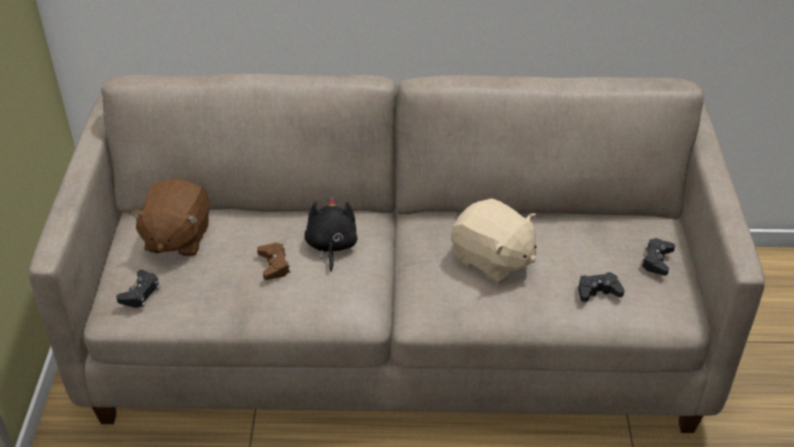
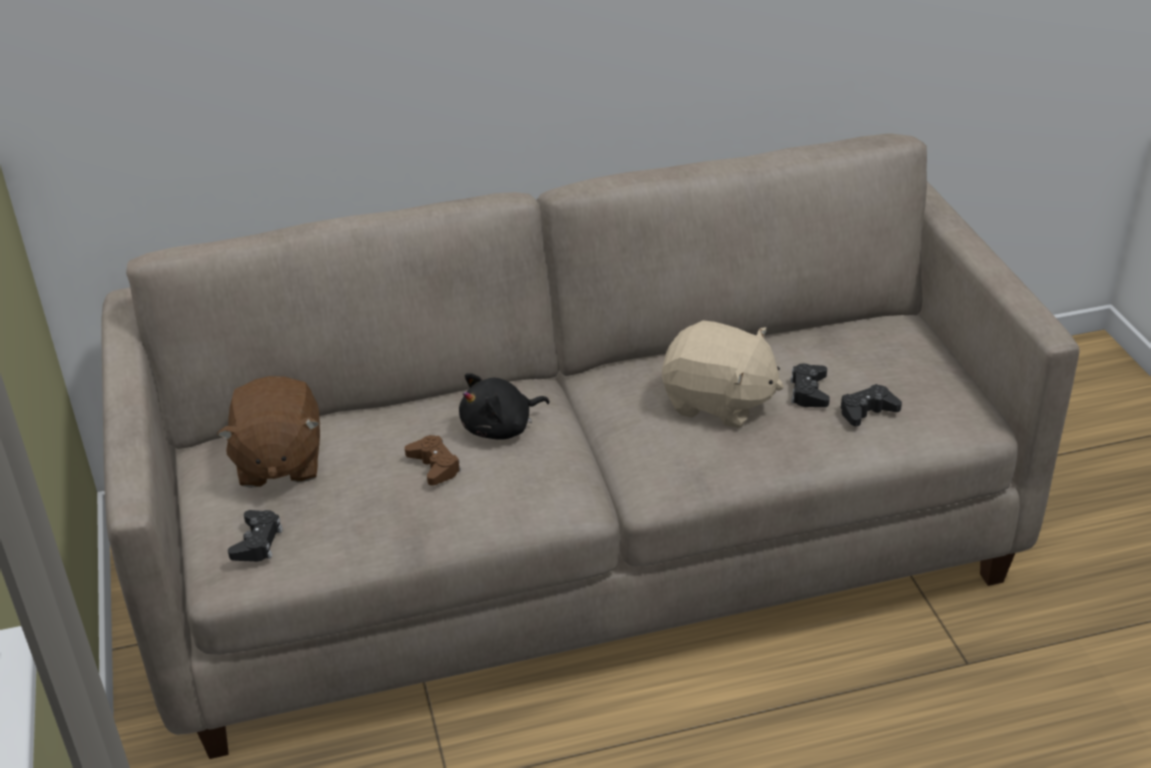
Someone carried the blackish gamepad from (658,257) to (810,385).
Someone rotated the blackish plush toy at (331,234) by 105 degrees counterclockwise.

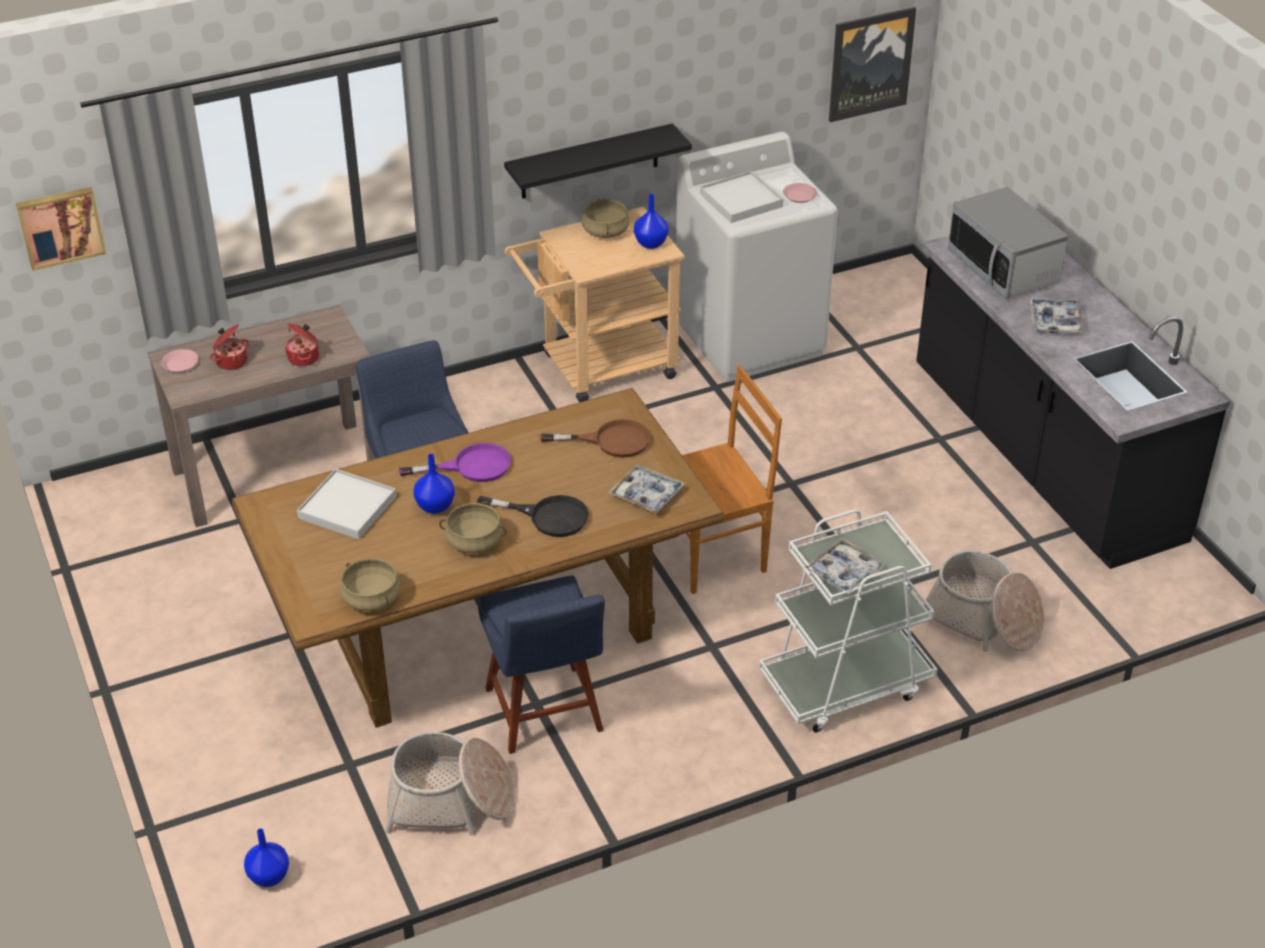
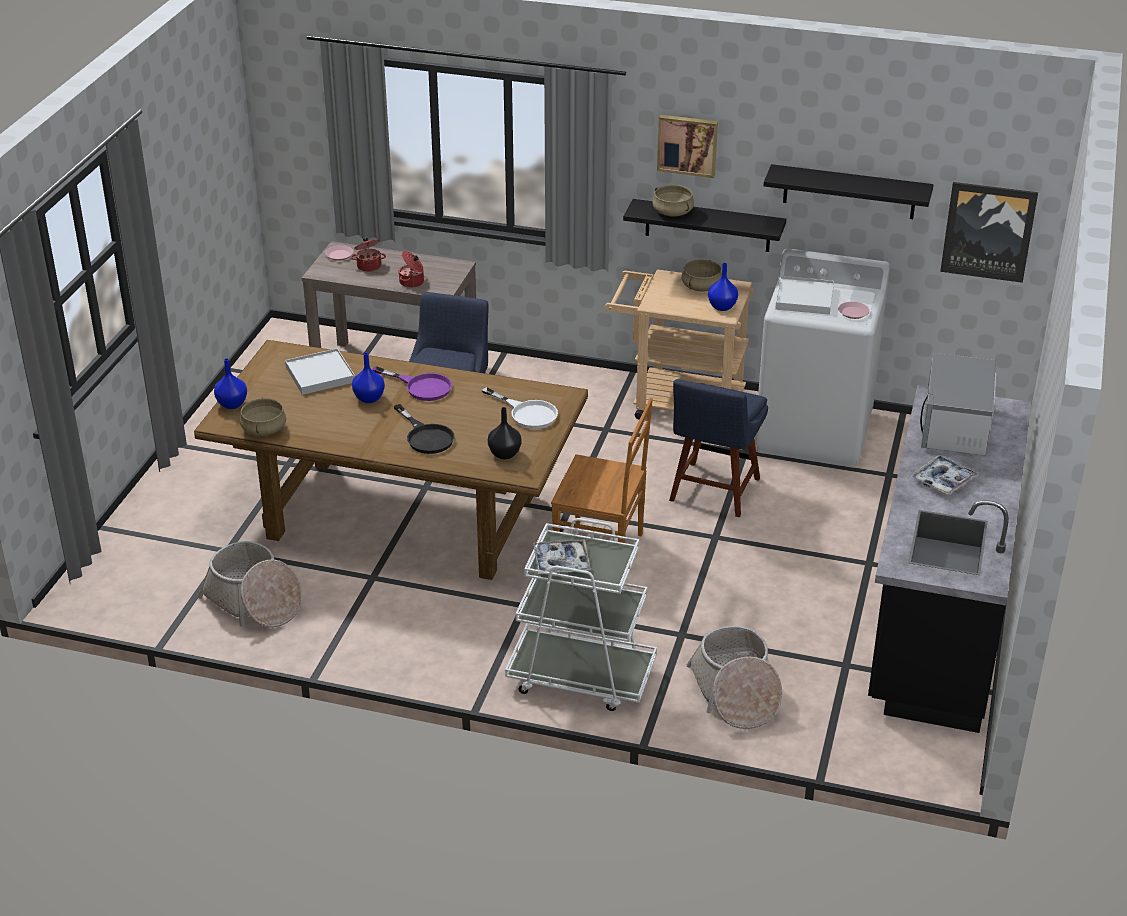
Someone put up the blackish wall shelf at (848,191).
Someone carried the picture from (61,229) to (687,146).
Someone carried the blue vase from (266,858) to (230,383).
Someone carried the sand-coloured stockpot from (472,528) to (673,201).
Someone carried the blue plain chair from (541,665) to (718,448).
Someone swapped the carrying tray at (646,489) for the blackish vase at (505,433).
Someone repainted the brown-coloured pan at (595,438), which became the white-coloured pan at (520,408).

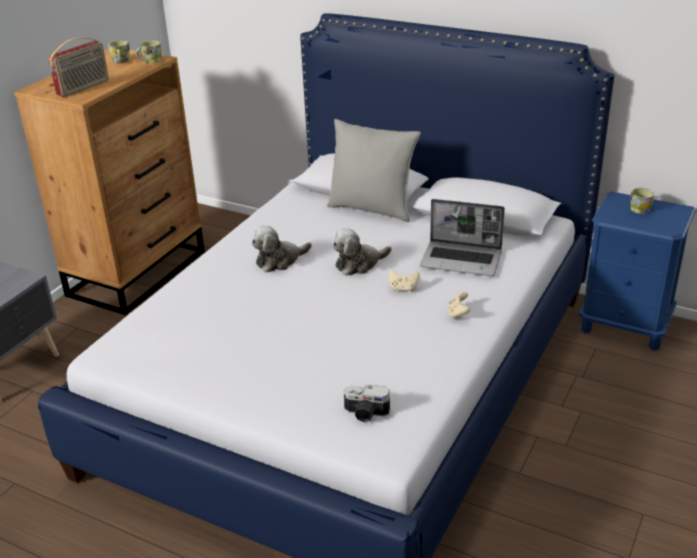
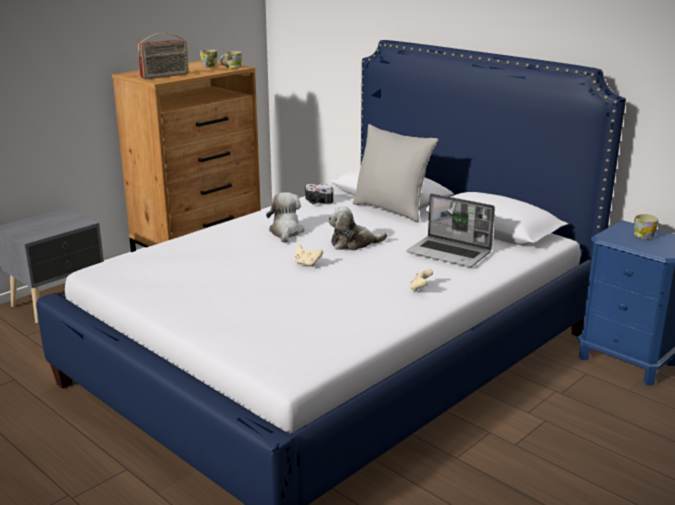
Someone carried the photo camera from (367,403) to (319,194).
Someone carried the sand-coloured gamepad from (404,281) to (308,256).
Someone rotated the plush toy at (282,249) by 105 degrees clockwise.

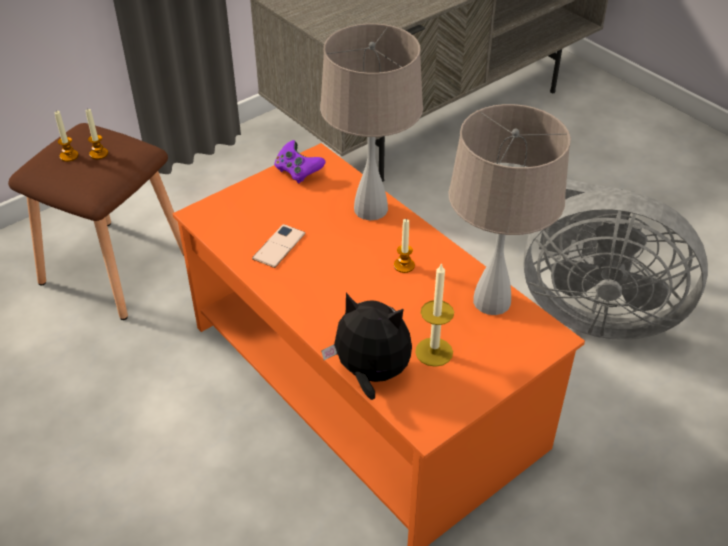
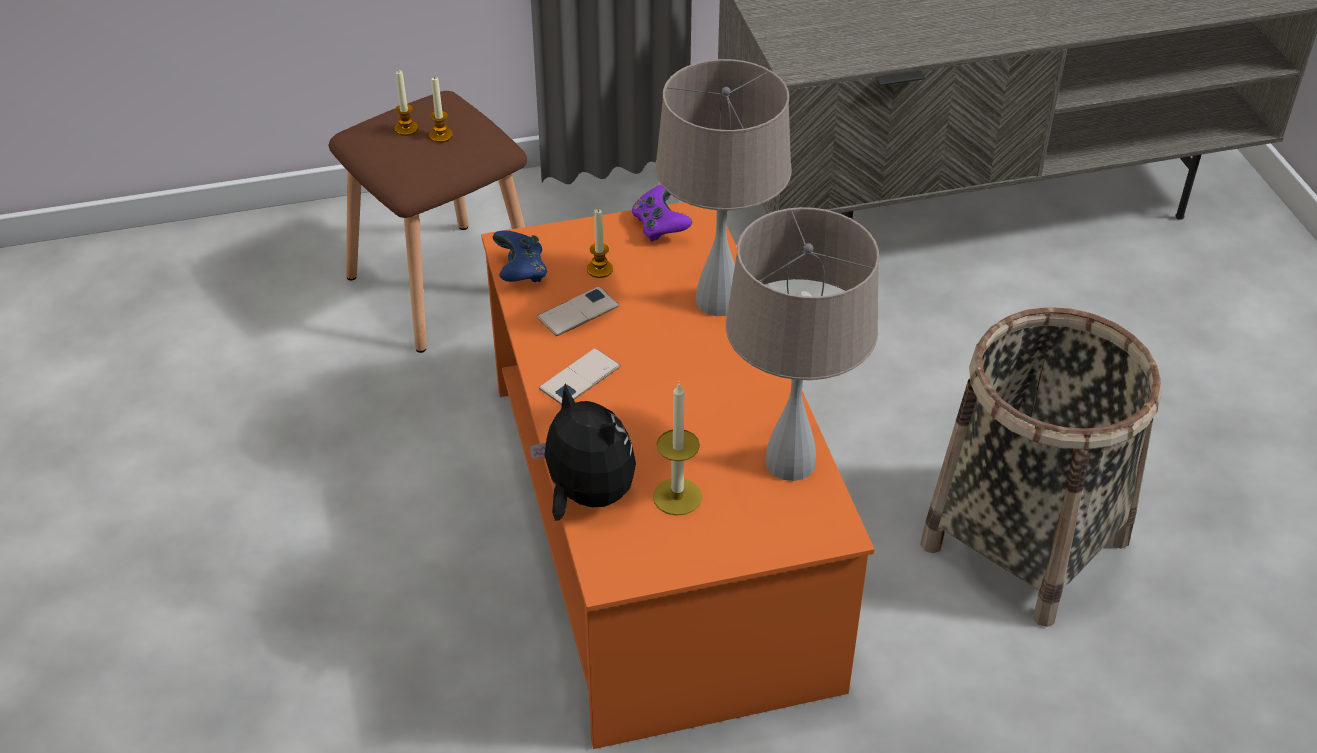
Someone put down the blue gamepad at (520,256).
Someone put down the handset at (580,376).
Someone carried the wax candle from (404,246) to (600,243).
Someone swapped the greyish fan at (615,259) for the storage basket at (1041,467).

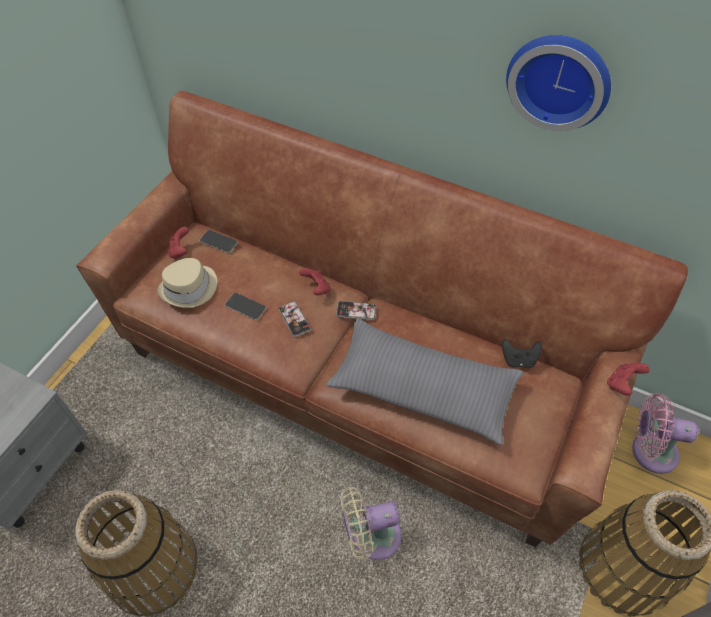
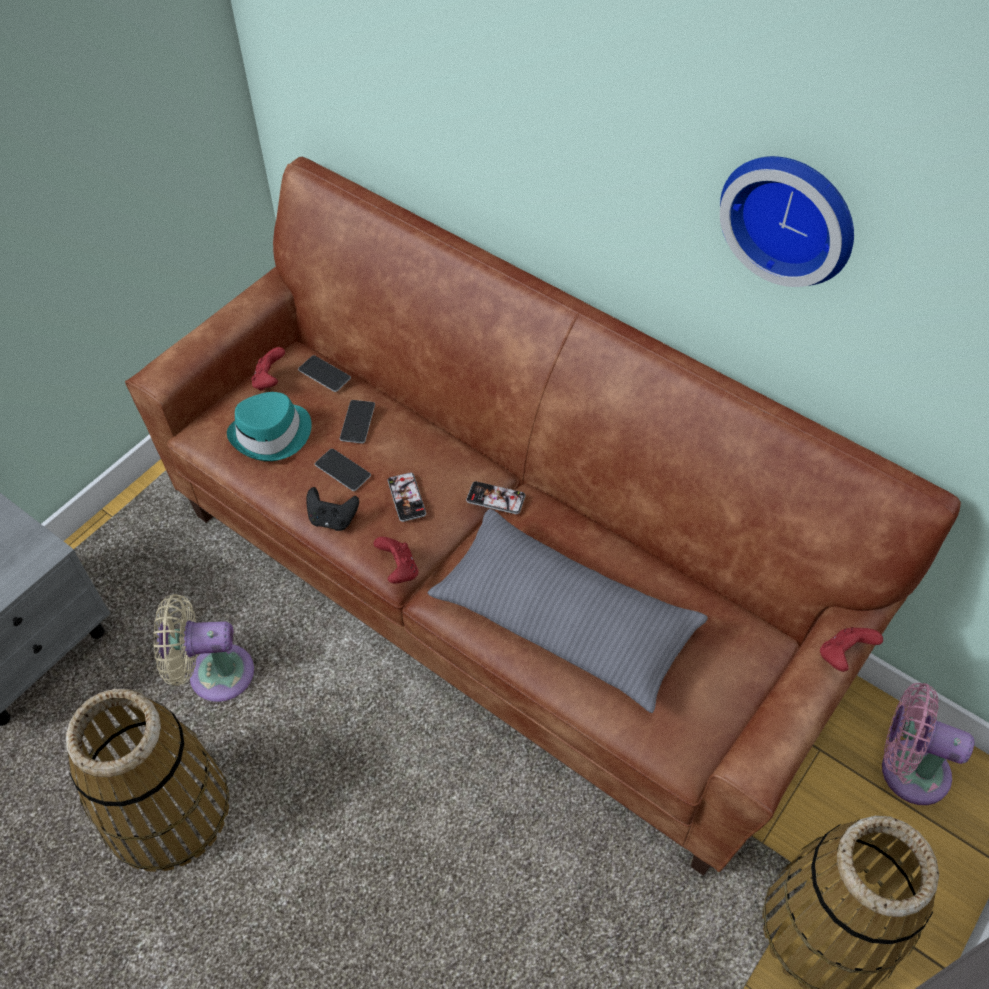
Someone put down the handset at (357,421).
Someone carried the reddish gamepad from (315,281) to (396,560).
Someone carried the sand-coloured fan from (371,523) to (203,648).
Someone carried the blackish gamepad from (522,353) to (332,509).
Someone repainted the sand-coloured clothing hat at (187,283), which became the turquoise clothing hat at (269,426).

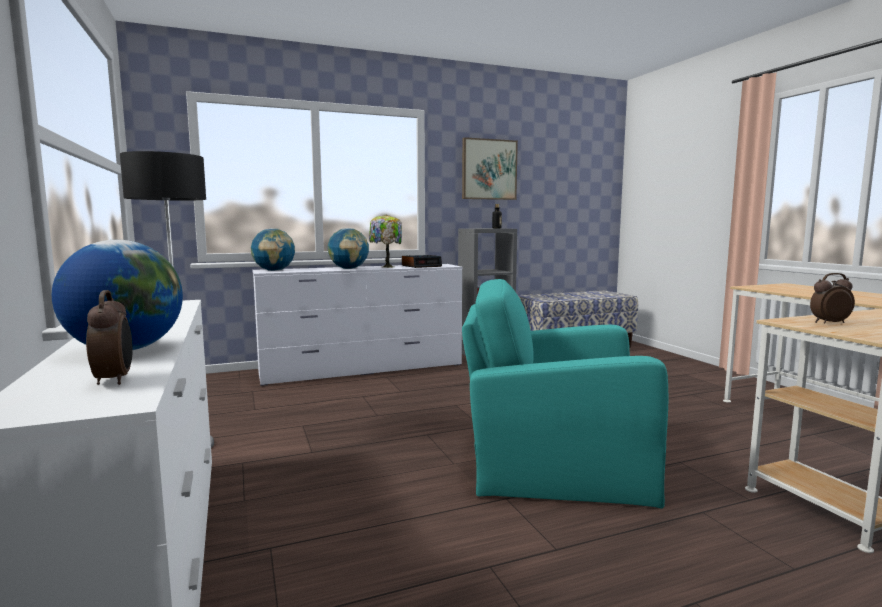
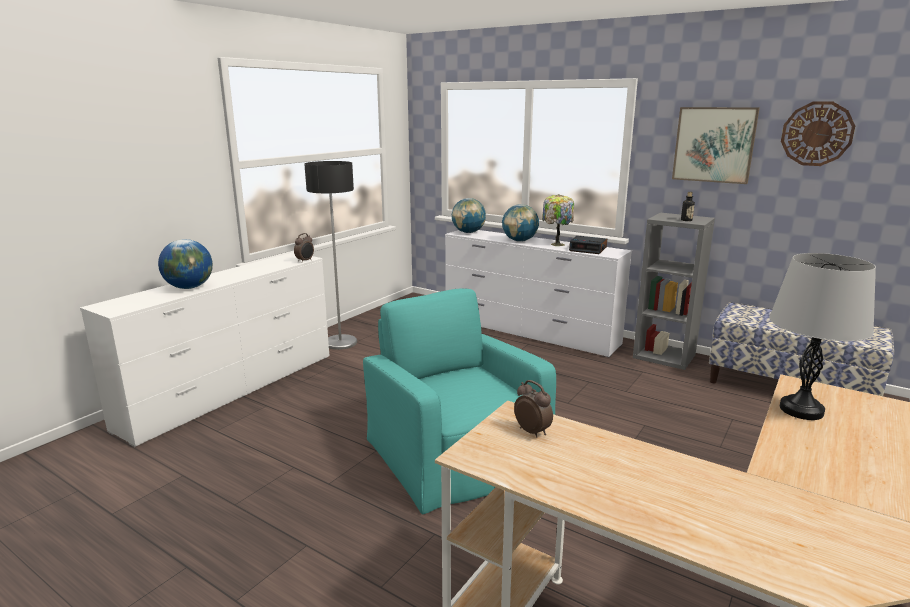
Someone put down the greyish lamp for a table at (822,336).
Someone put up the wall clock at (818,133).
Someone carried the table clock from (109,337) to (304,247).

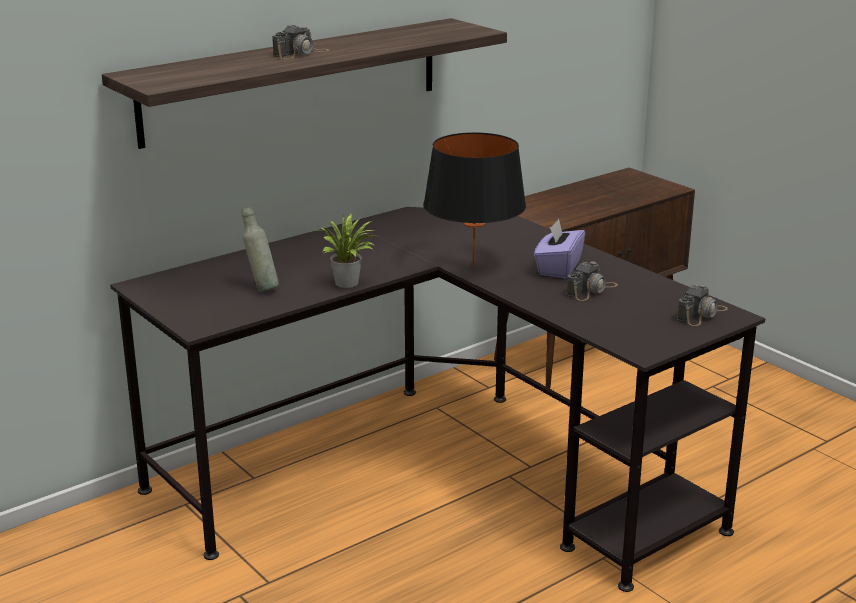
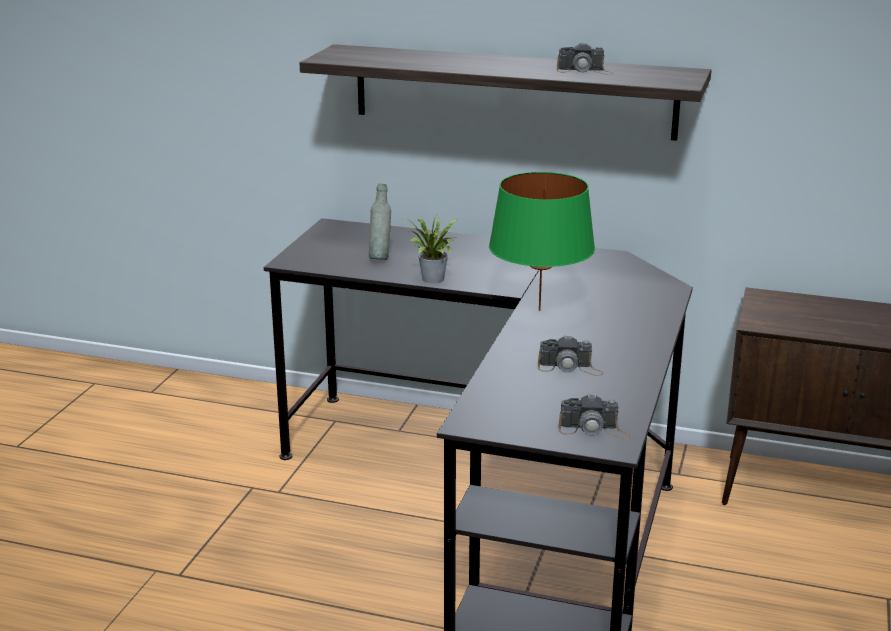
Someone took away the purple-coloured tissue box at (559,248).
Someone carried the photo camera from (300,42) to (585,58).
Someone repainted the blackish lamp for a table at (474,200), which became the green-coloured lamp for a table at (542,241).

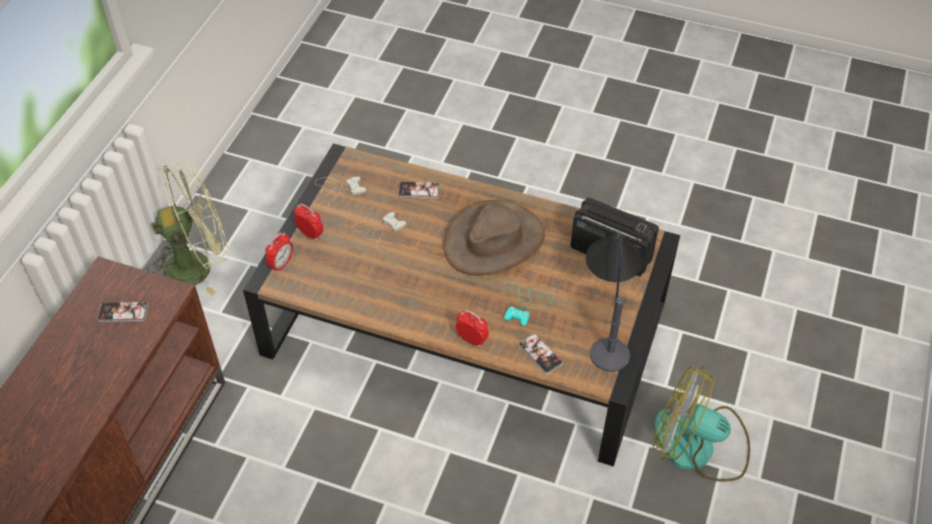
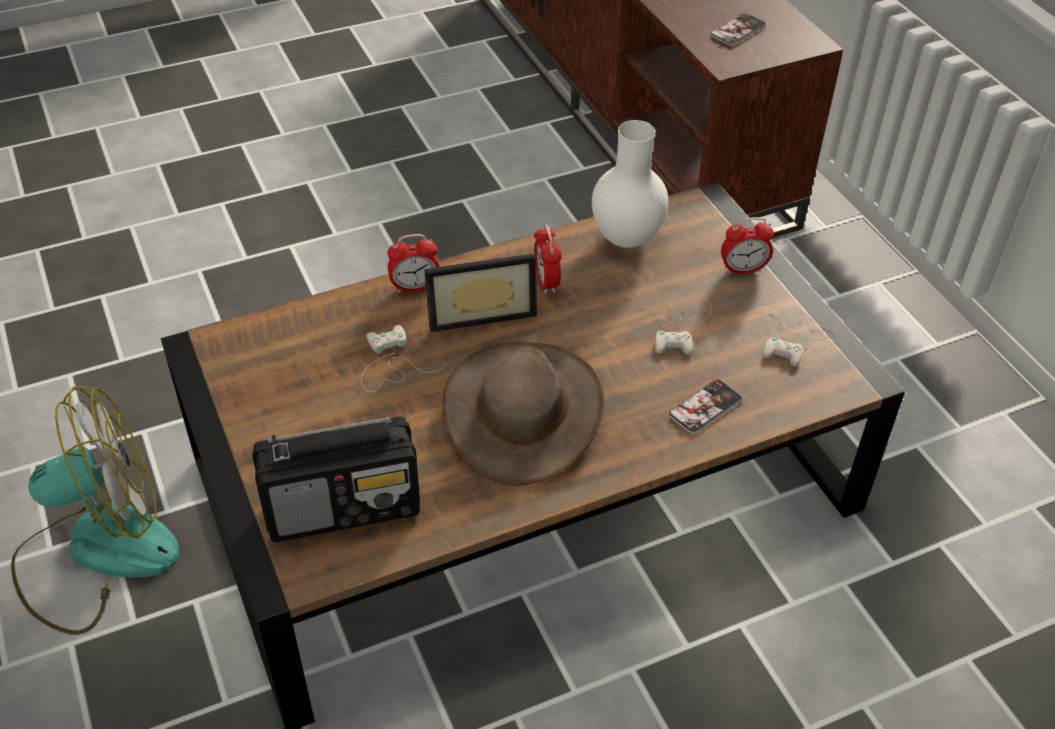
Someone took away the green-coloured fan at (188,228).
Someone took away the handset at (541,354).
Someone took away the lamp for a table at (614,302).
Someone put down the photo frame at (480,293).
Someone put down the white-coloured vase at (630,184).
Someone carried the table clock from (279,252) to (548,259).
Someone repainted the turquoise gamepad at (528,304), which became the white-coloured gamepad at (404,358).

